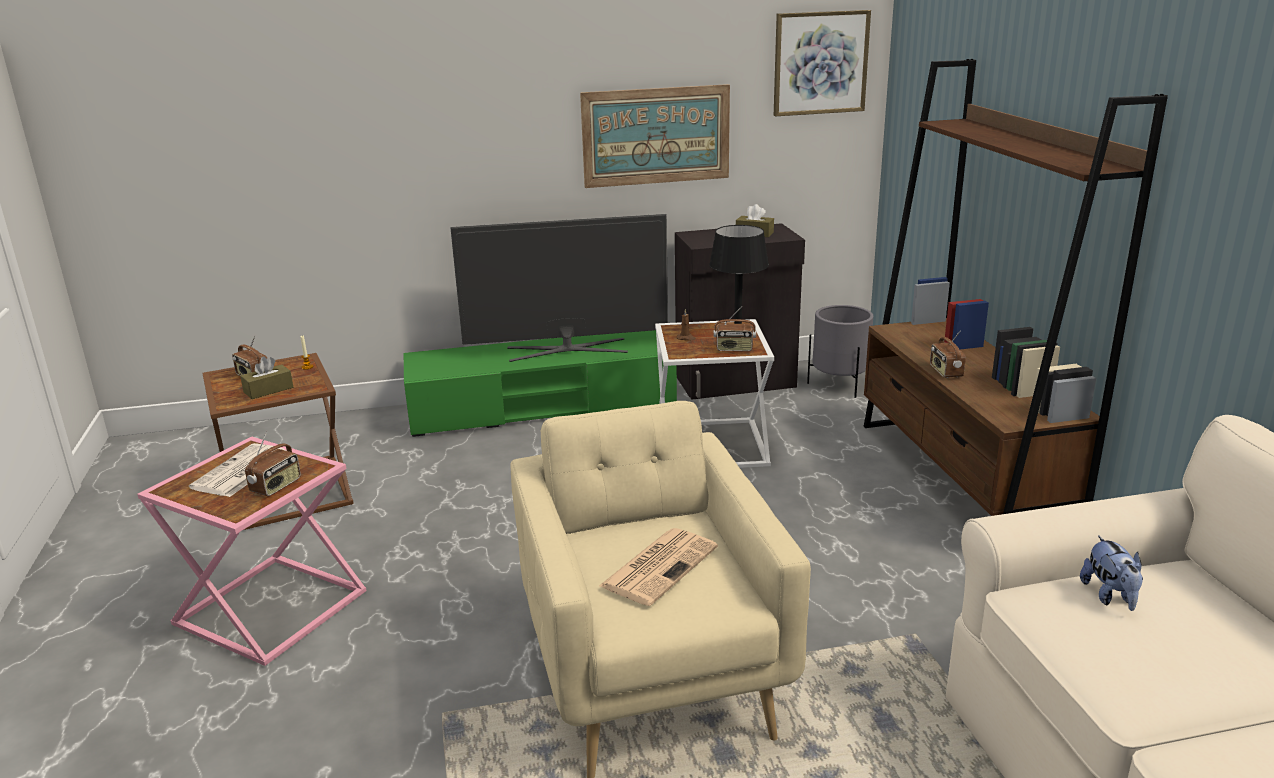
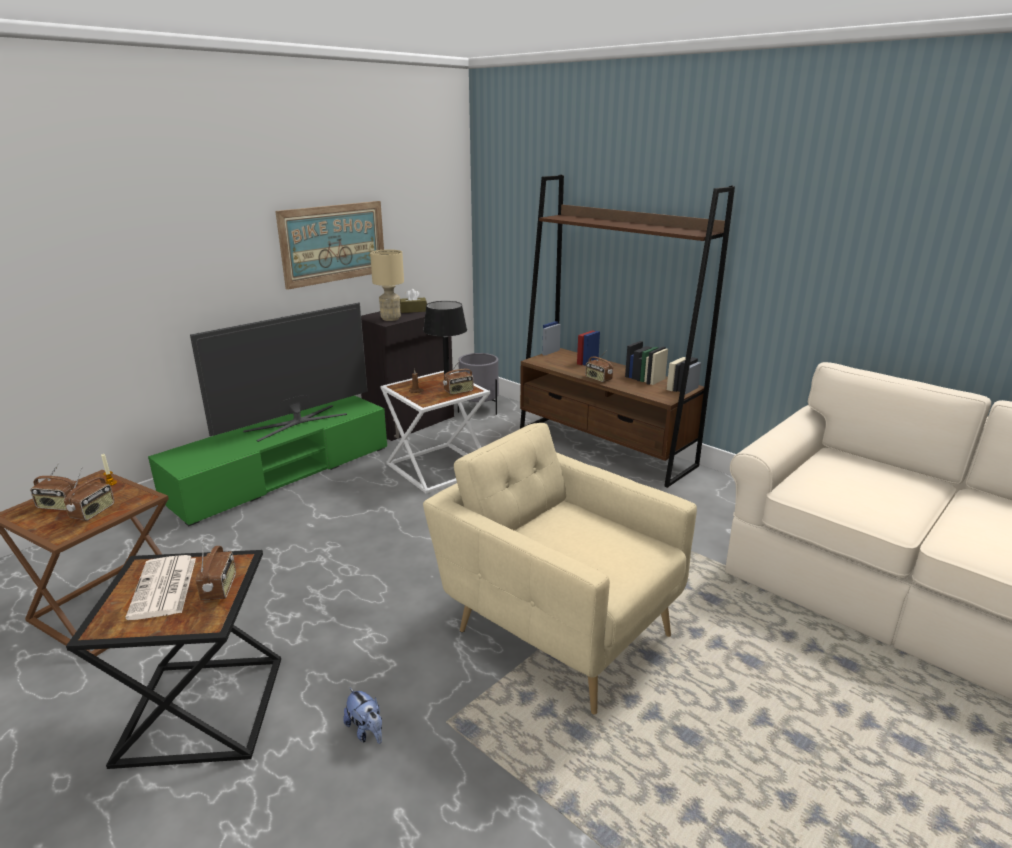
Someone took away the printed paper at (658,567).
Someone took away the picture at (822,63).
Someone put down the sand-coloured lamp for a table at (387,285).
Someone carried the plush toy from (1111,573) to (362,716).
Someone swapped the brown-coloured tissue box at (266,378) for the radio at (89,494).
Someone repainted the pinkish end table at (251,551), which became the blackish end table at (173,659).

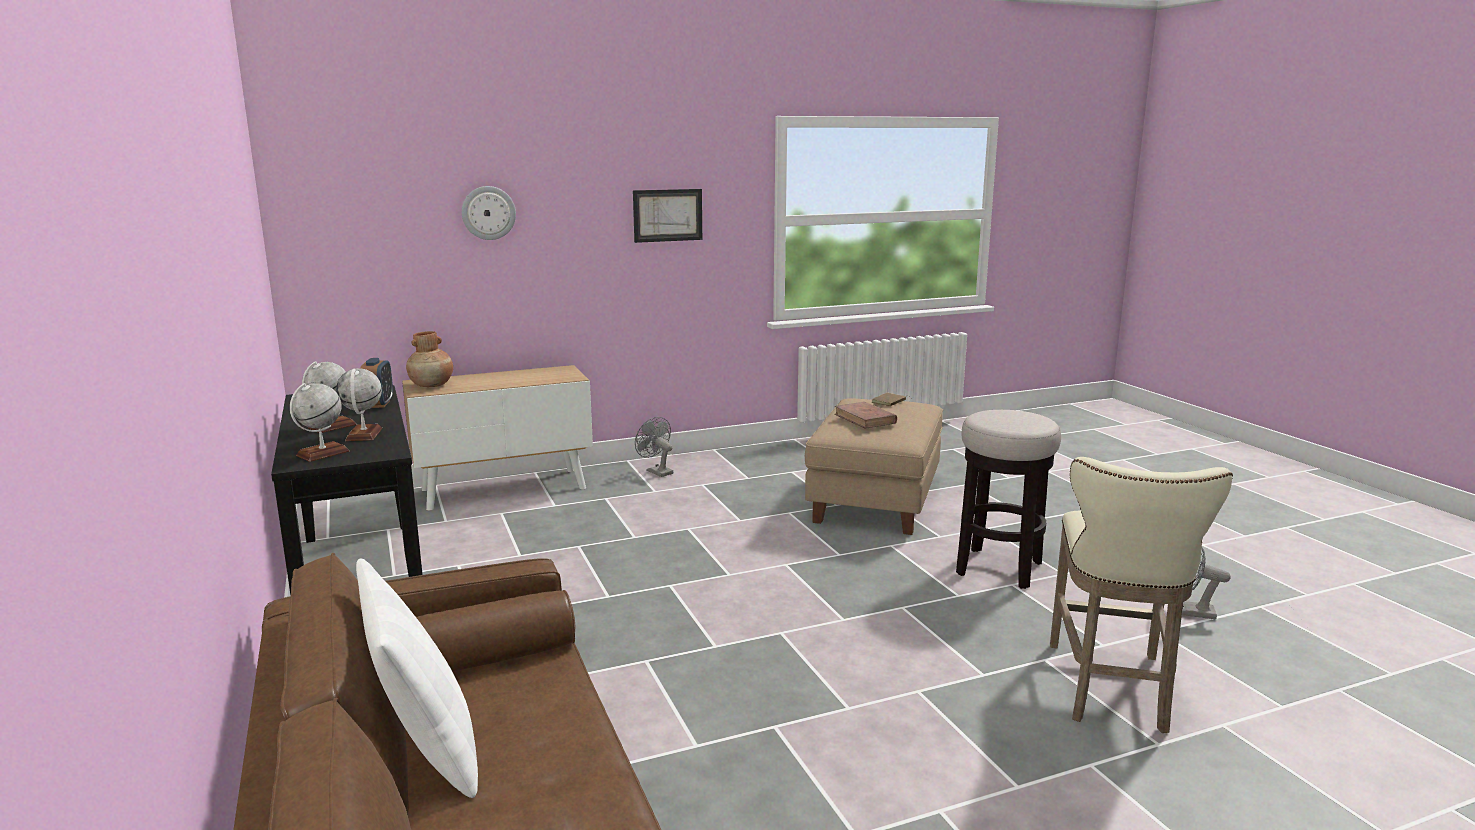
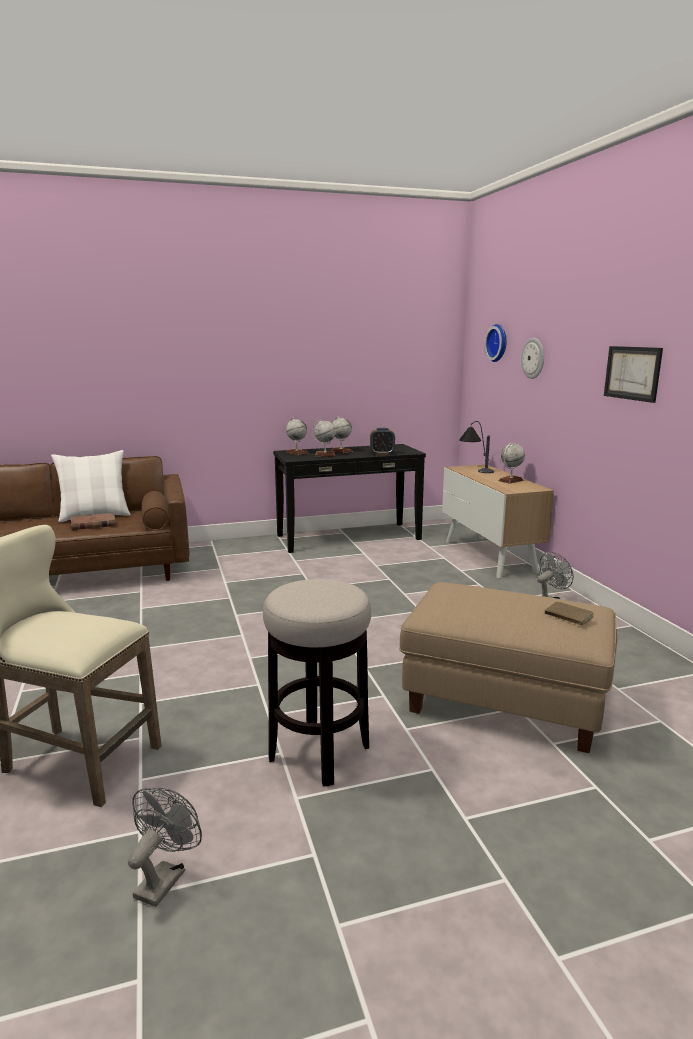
Someone put up the wall clock at (495,343).
Someone put down the globe at (511,463).
Someone carried the brown-coloured volume from (865,415) to (93,521).
Someone swapped the brown-coloured vase at (429,359) for the lamp for a table at (476,447).

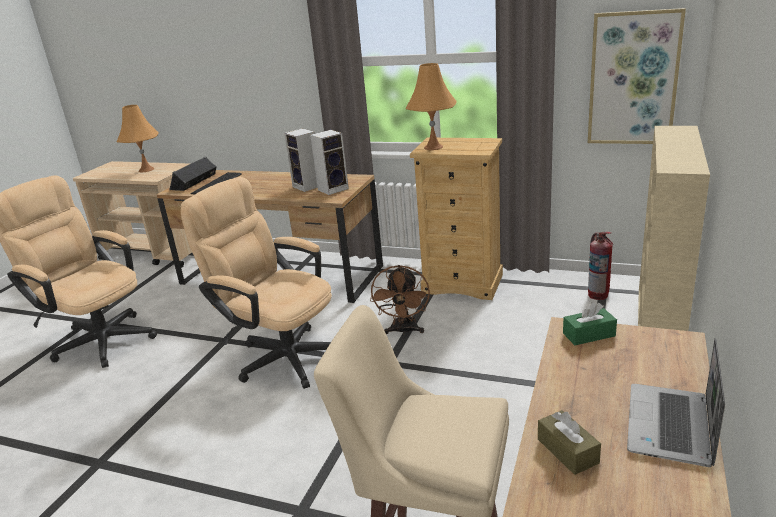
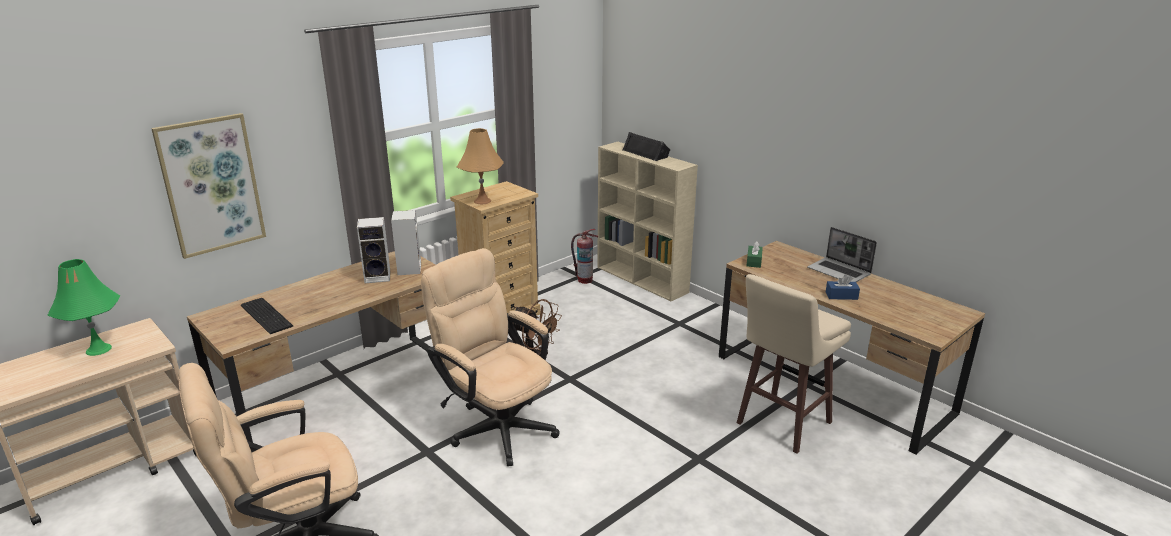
Someone carried the blackish audio speaker from (193,173) to (646,146).
Someone carried the picture from (637,76) to (208,186).
Someone repainted the orange-coloured lamp for a table at (138,138), which became the green-coloured lamp for a table at (84,307).
Someone repainted the brown-coloured tissue box at (569,442), which became the blue tissue box at (843,287).
Someone rotated the sand-coloured computer chair at (256,283) by 75 degrees clockwise.

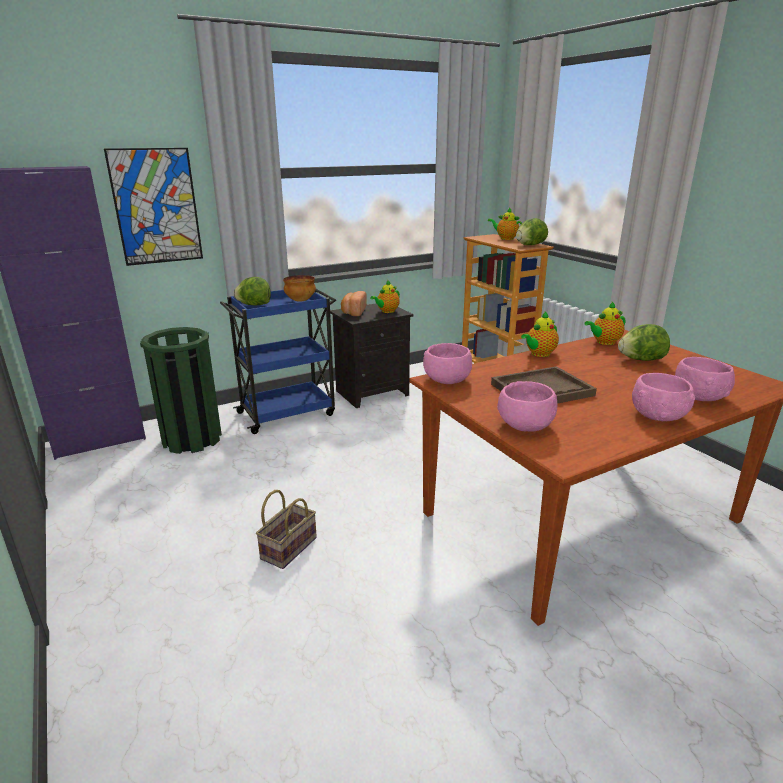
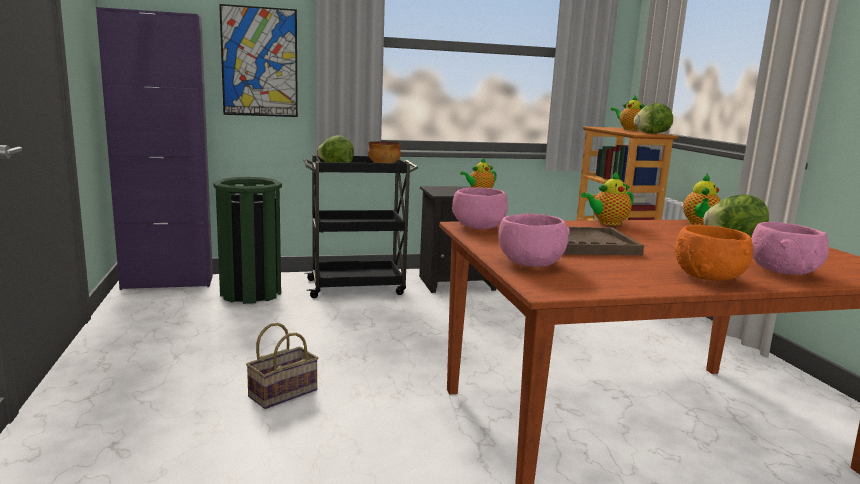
Someone took away the baked bread at (354,303).
Someone repainted the blue trolley at (278,361), which became the blackish trolley at (360,226).
Someone repainted the pinkish deep dish at (663,397), which became the orange-coloured deep dish at (714,253).
Someone rotated the tea pot at (605,323) by 60 degrees counterclockwise.

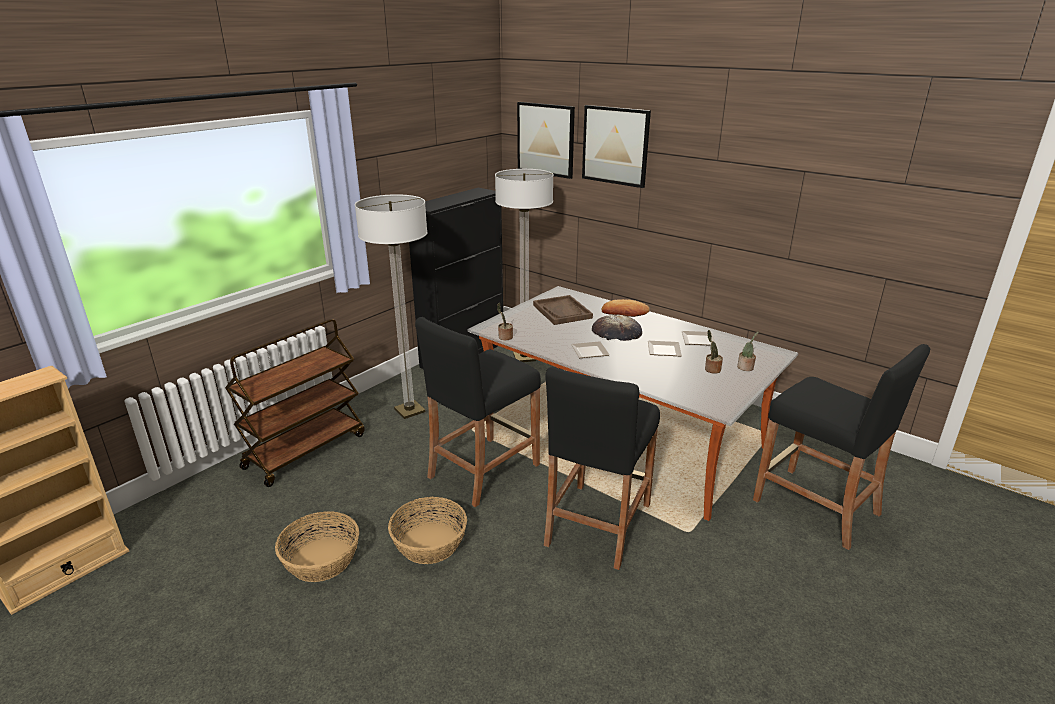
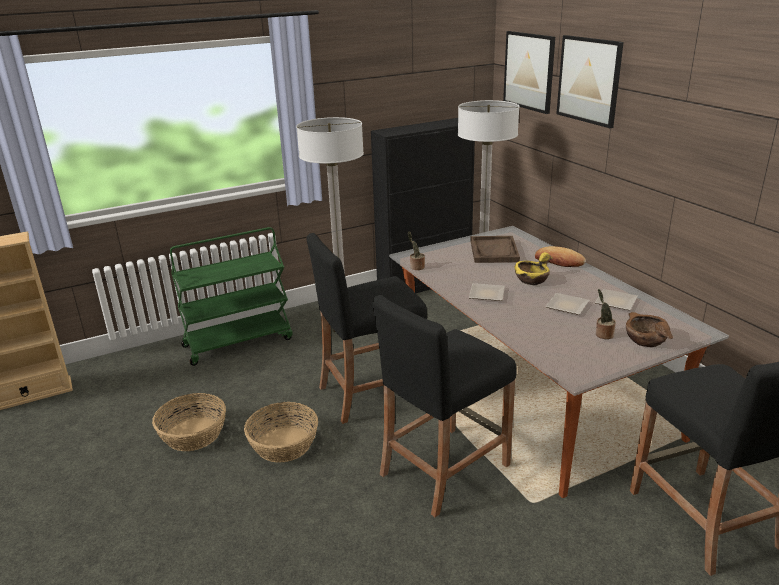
Someone swapped the baked bread at (617,327) for the yellow-coloured deep dish at (534,268).
Someone swapped the potted plant at (748,351) for the brown-coloured deep dish at (649,329).
Someone repainted the brown-coloured trolley at (295,403), which became the green-coloured trolley at (231,296).

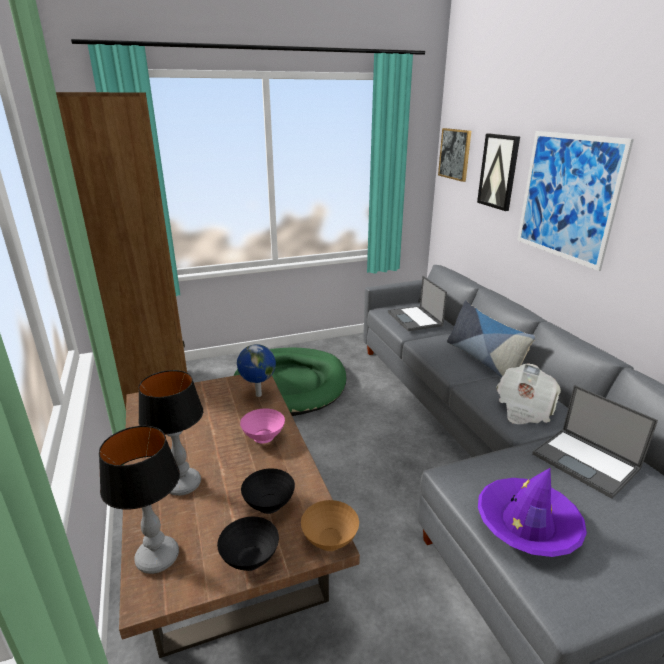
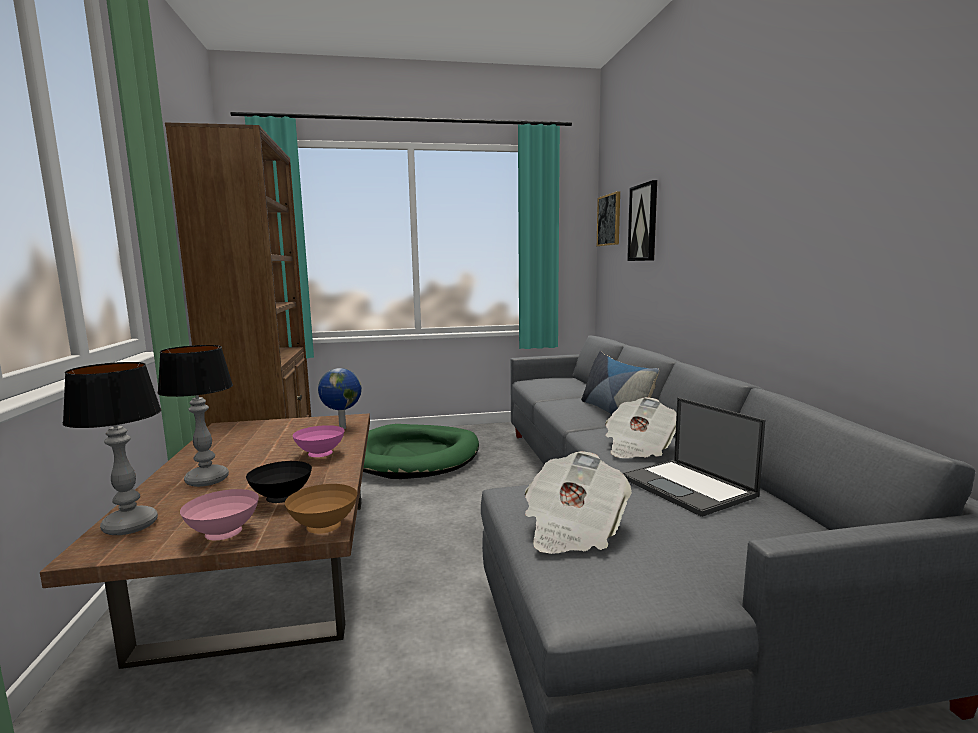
Someone took away the portable computer at (417,303).
Someone took away the picture at (575,201).
Someone swapped the purple-coloured clothing hat at (532,512) for the printed paper at (578,502).
Someone repainted the blackish deep dish at (248,543), which became the pinkish deep dish at (219,514).

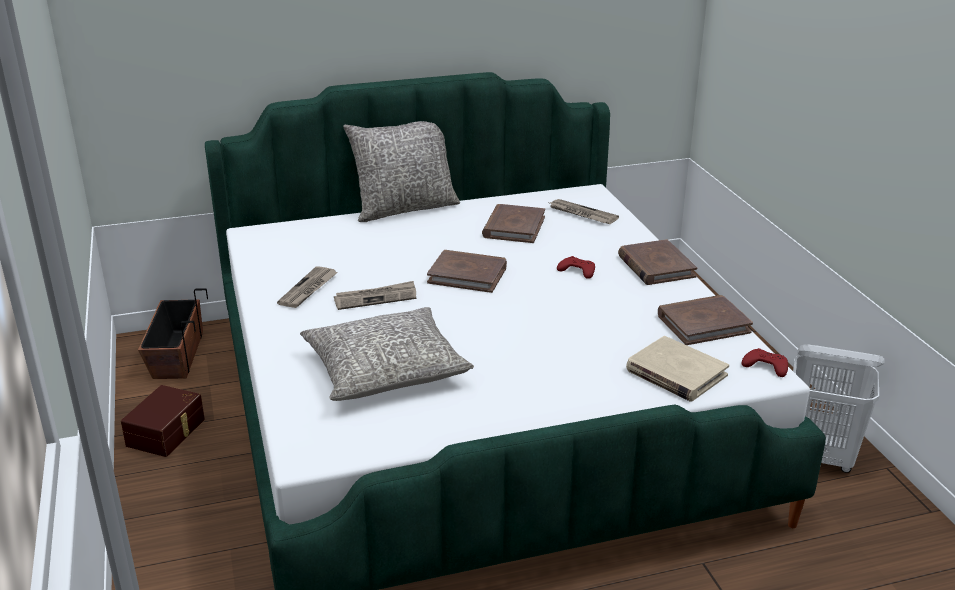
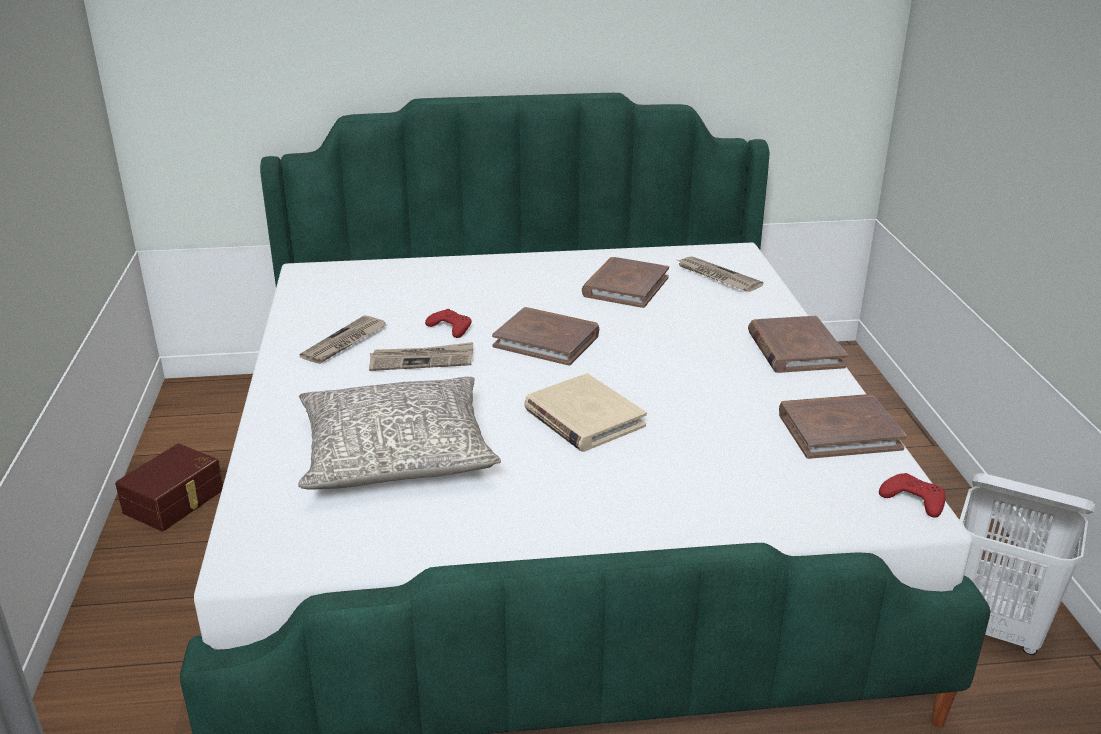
Someone took away the flower pot at (173,333).
Someone took away the greyish cushion at (401,171).
Someone carried the reddish gamepad from (576,267) to (448,323).
Someone carried the sand-coloured volume from (677,369) to (585,412).

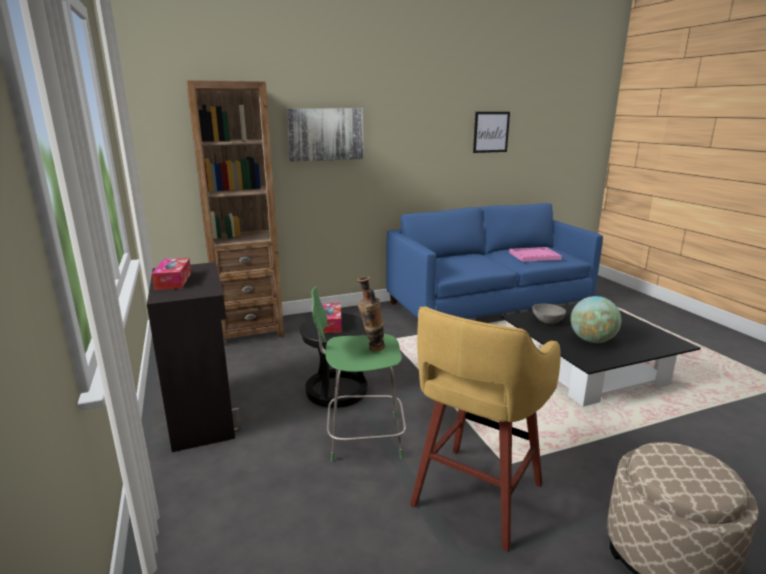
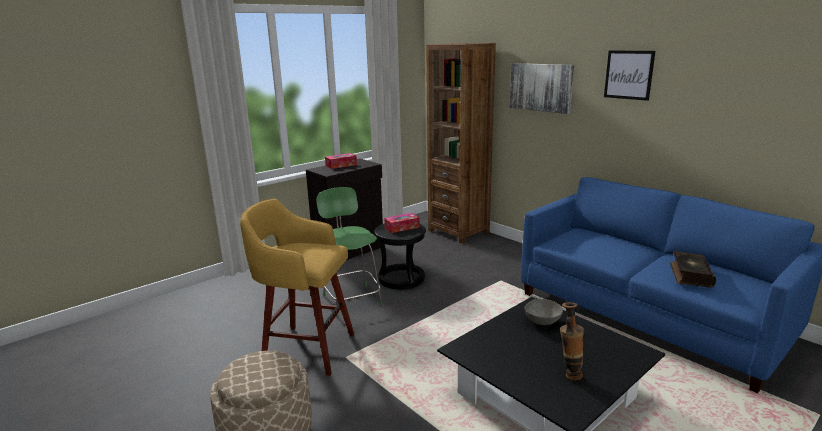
Someone took away the globe at (596,319).
Someone carried the vase from (370,314) to (572,341).
Someone carried the picture from (491,132) to (629,75).
Someone swapped the pinkish carrying tray at (535,254) for the volume at (693,269).

